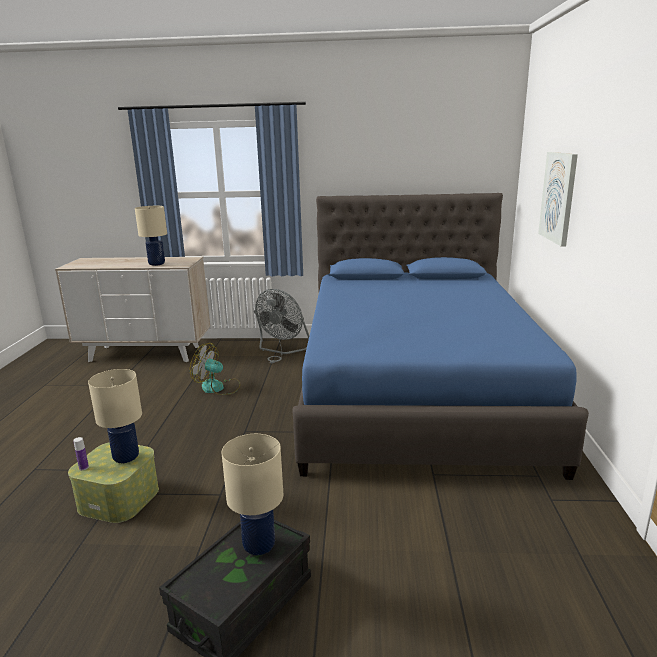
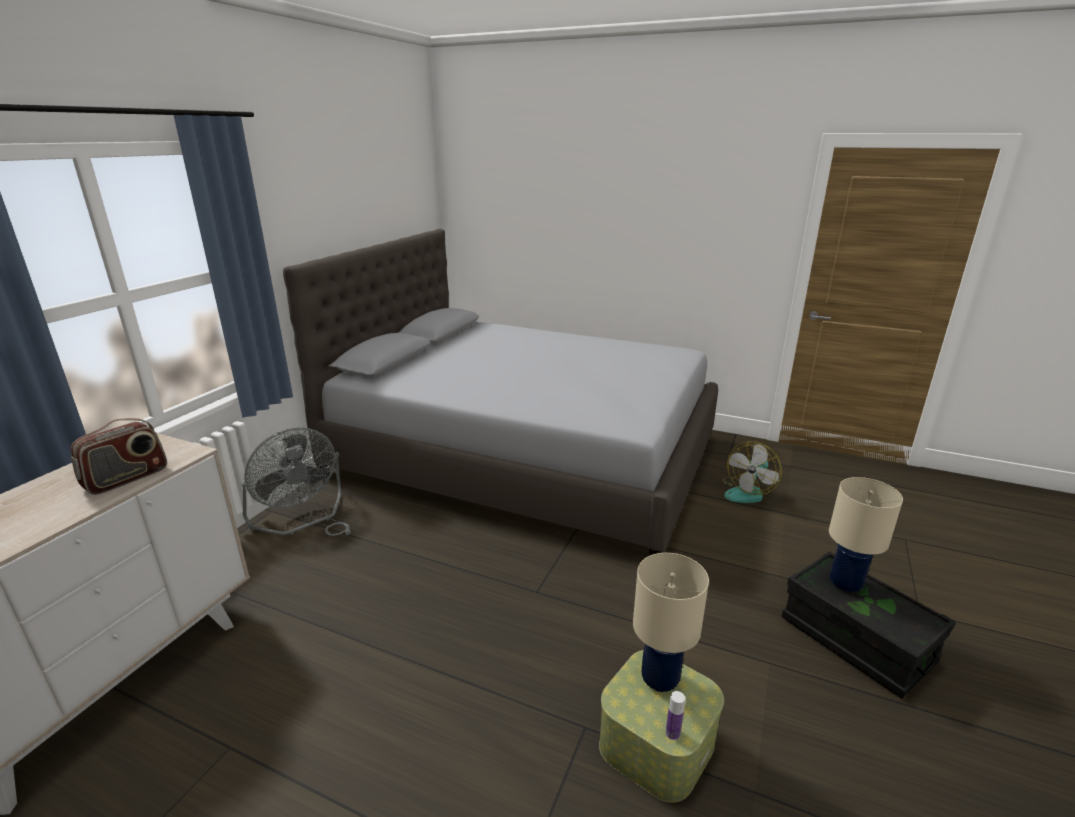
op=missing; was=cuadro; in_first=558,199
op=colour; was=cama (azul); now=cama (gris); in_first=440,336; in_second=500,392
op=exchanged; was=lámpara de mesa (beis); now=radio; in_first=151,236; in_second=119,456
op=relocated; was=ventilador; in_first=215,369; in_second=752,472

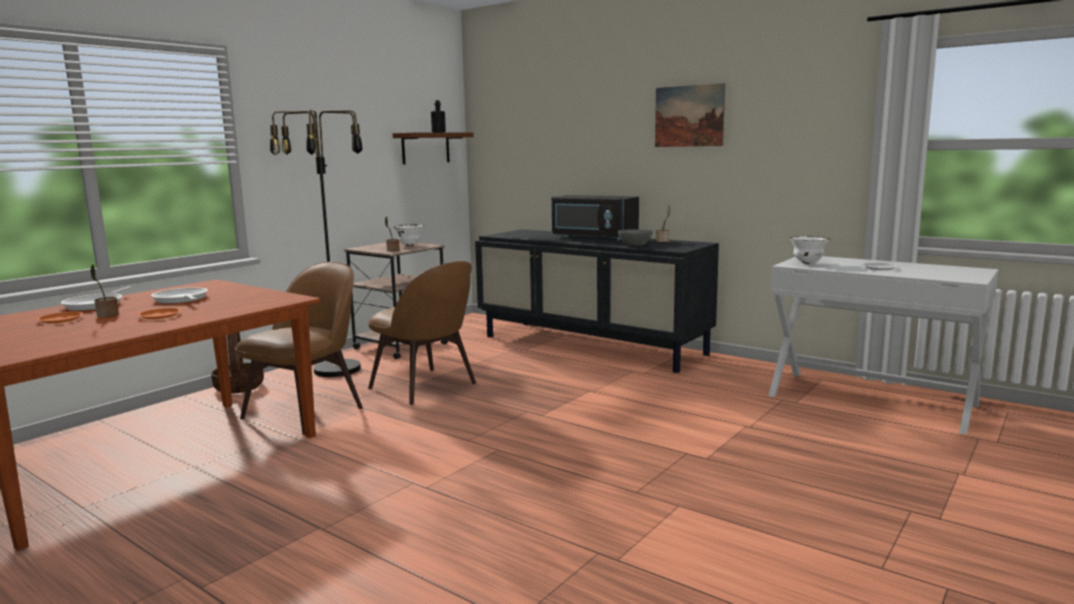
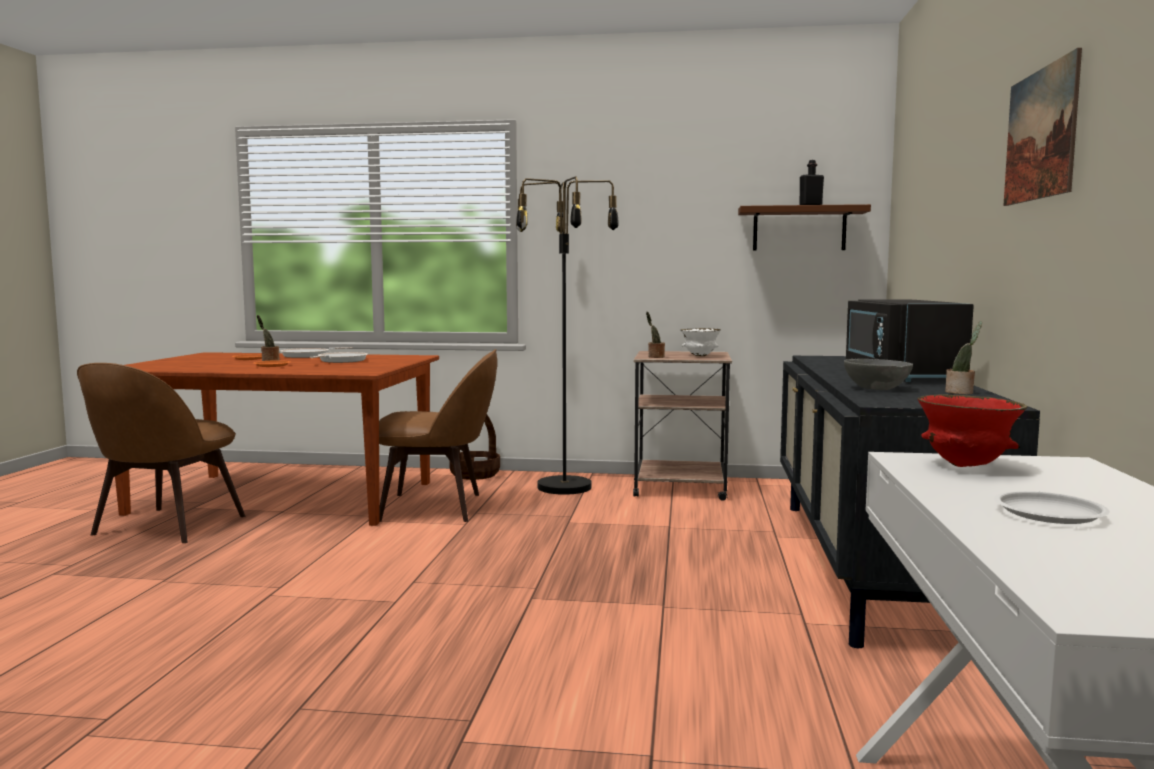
op=colour; was=cuenco (blanco); now=cuenco (rojo); in_first=810,250; in_second=972,430
op=relocated; was=silla (marrón); in_first=422,333; in_second=161,453

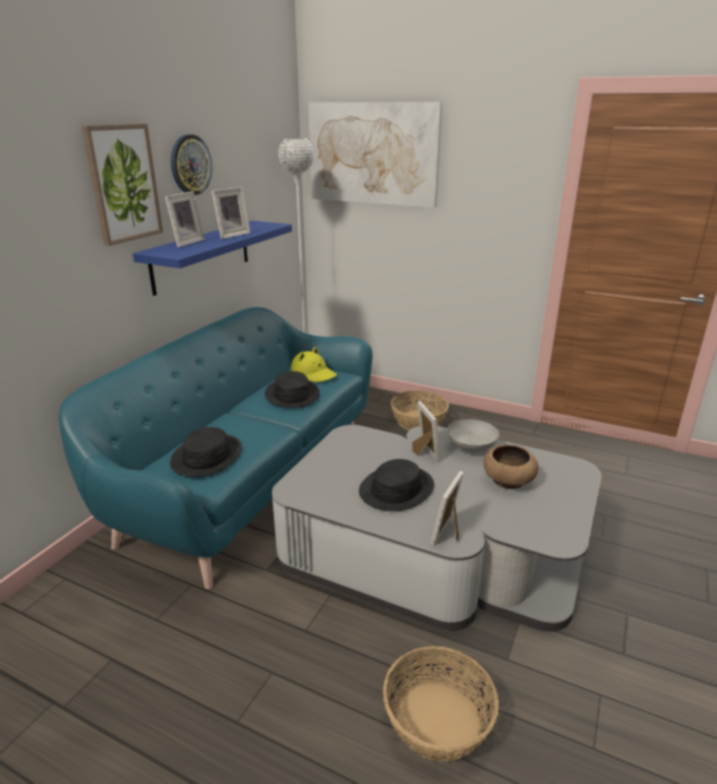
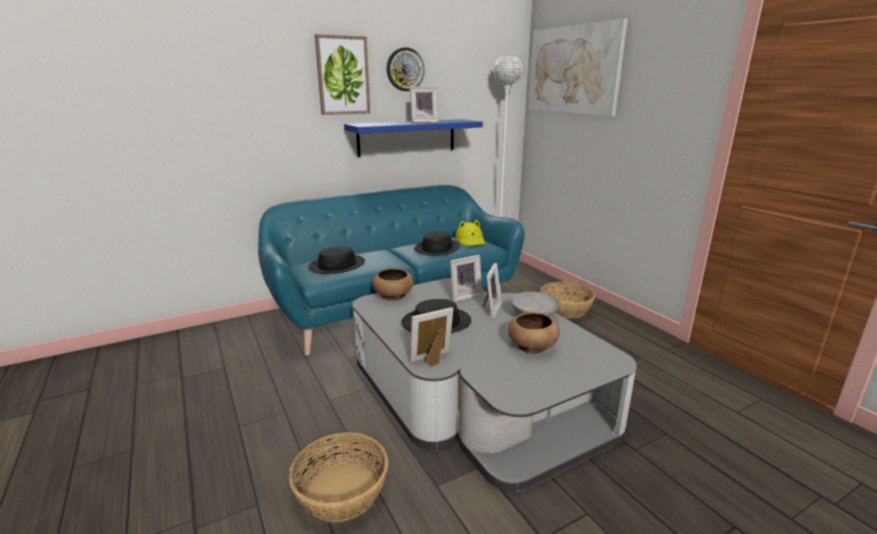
op=relocated; was=portarretratos; in_first=185,219; in_second=466,278
op=appeared; now=cuenco (marrón); in_second=393,284

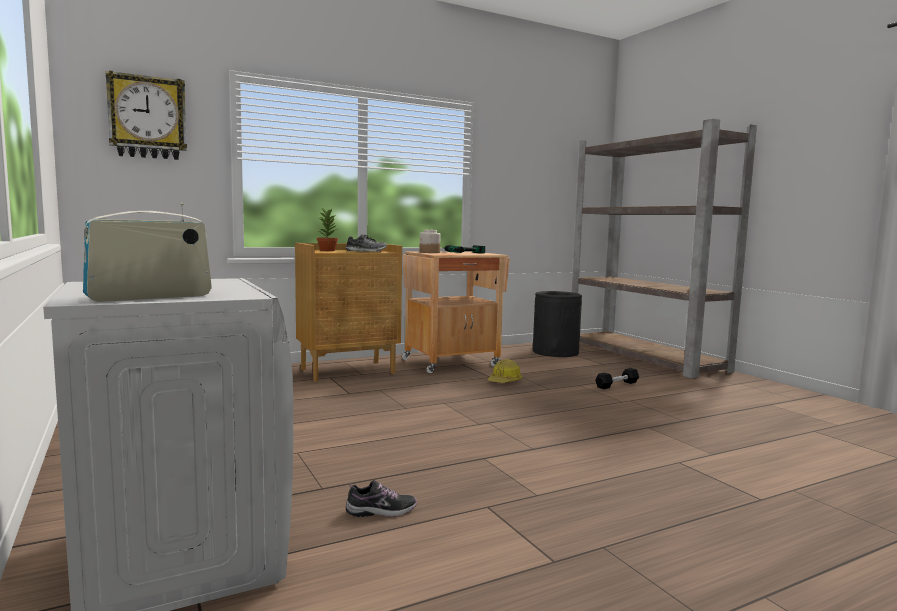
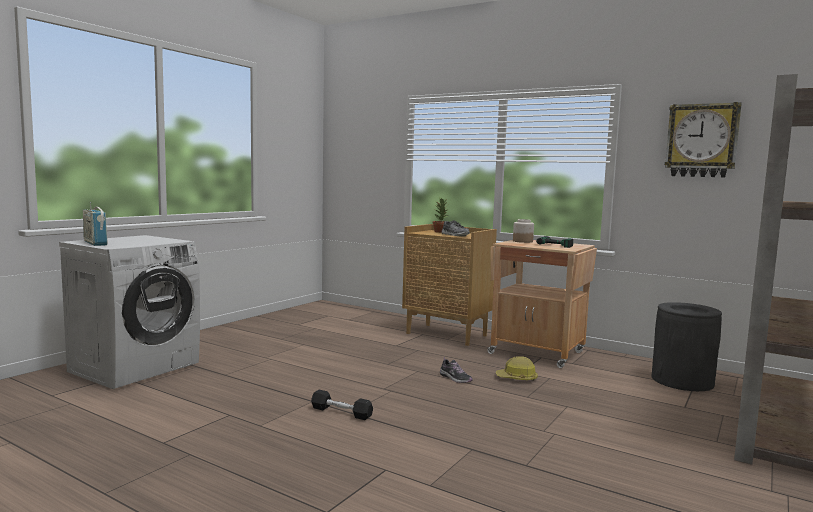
op=relocated; was=reloj de pared; in_first=146,115; in_second=703,140
op=spun; was=radio; in_first=147,252; in_second=95,224; clockwise=-150
op=relocated; was=mancuerna (negro); in_first=617,378; in_second=342,405
op=relocated; was=zapato; in_first=381,498; in_second=456,370

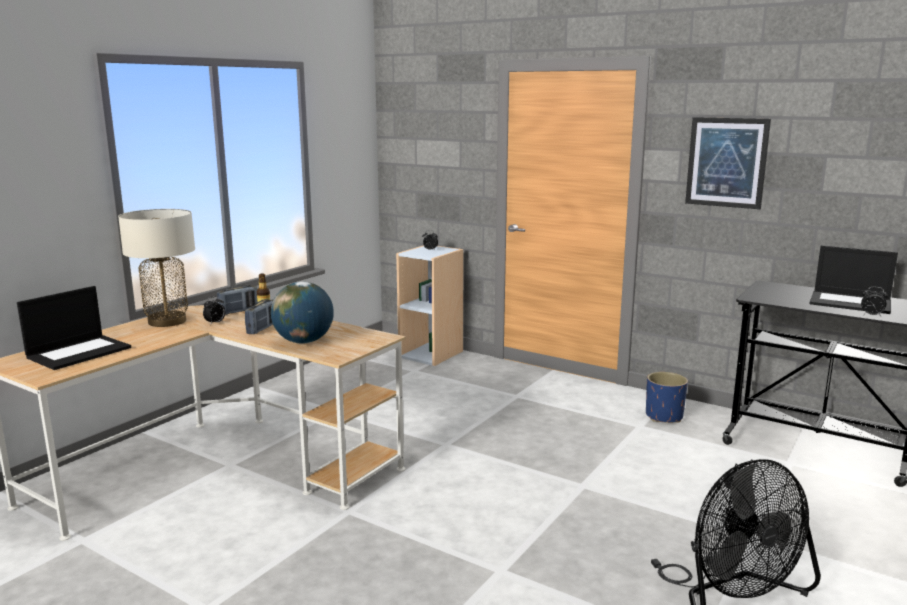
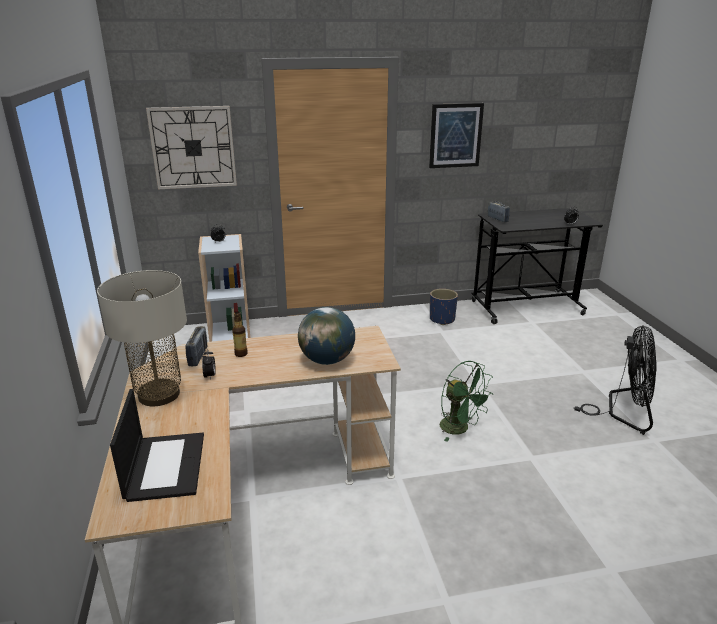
op=missing; was=portátil; in_first=854,279
op=relocated; was=radio; in_first=259,316; in_second=499,211
op=appeared; now=reloj de pared; in_second=191,147
op=appeared; now=ventilador (verde); in_second=466,401

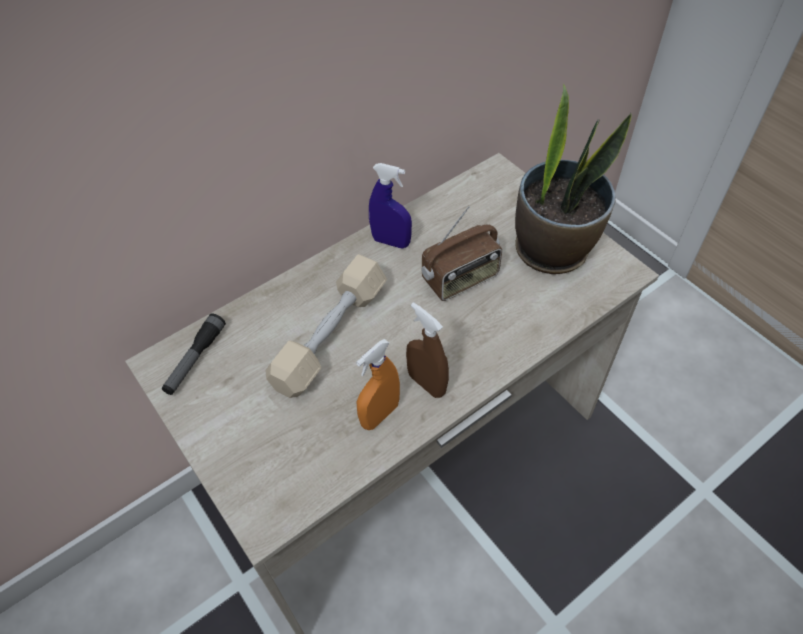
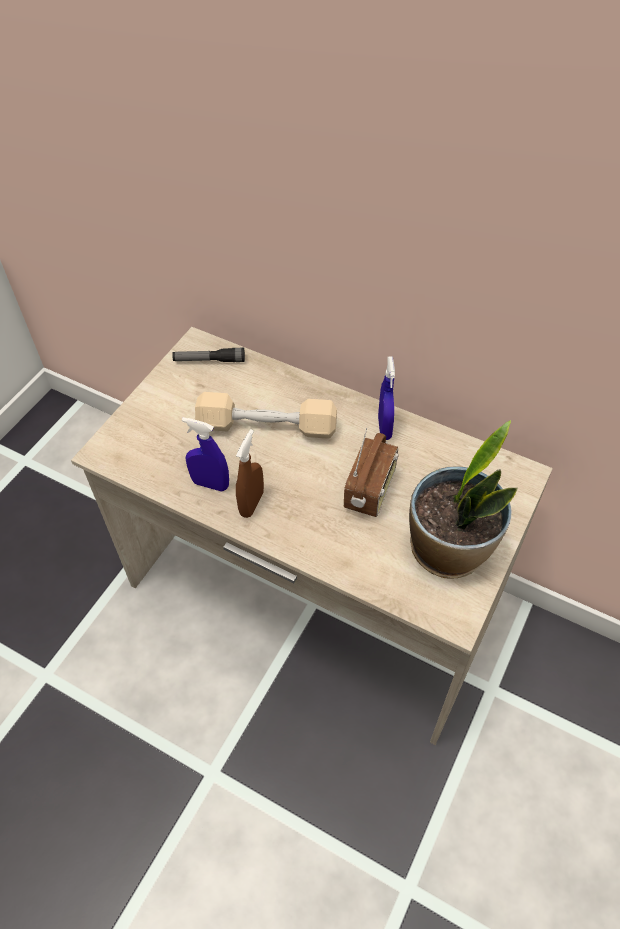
op=spun; was=radio; in_first=461,253; in_second=371,472; clockwise=-105
op=colour; was=pulverizador (naranja); now=pulverizador (azul); in_first=378,384; in_second=205,454

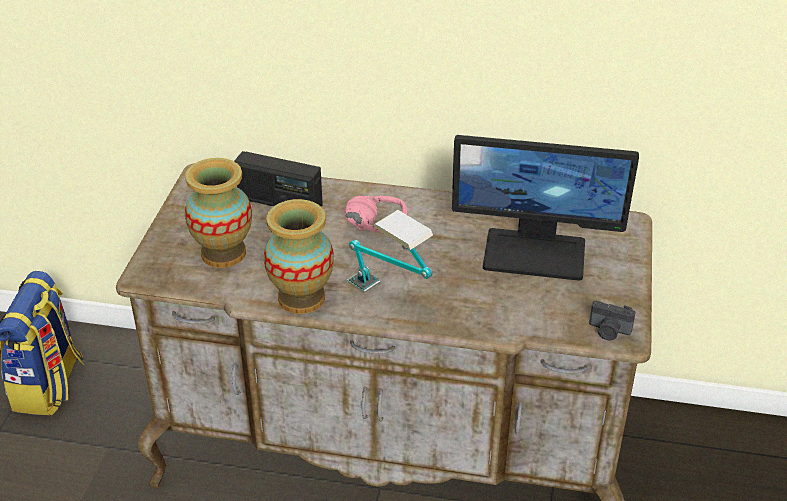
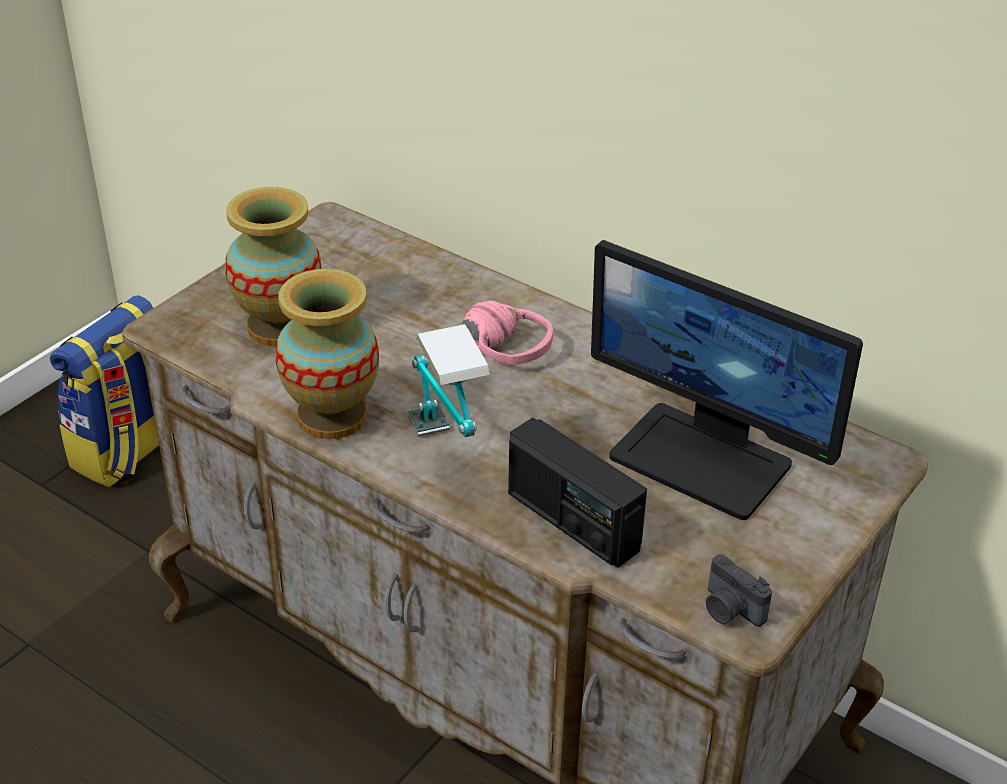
op=relocated; was=radio; in_first=278,179; in_second=577,493

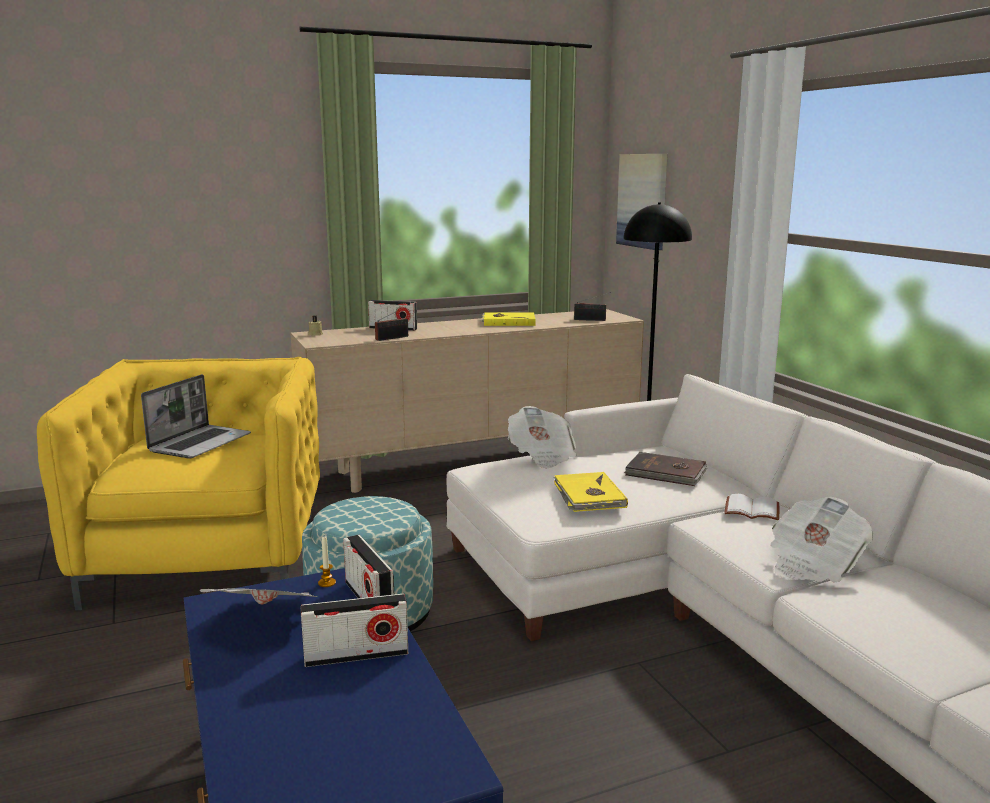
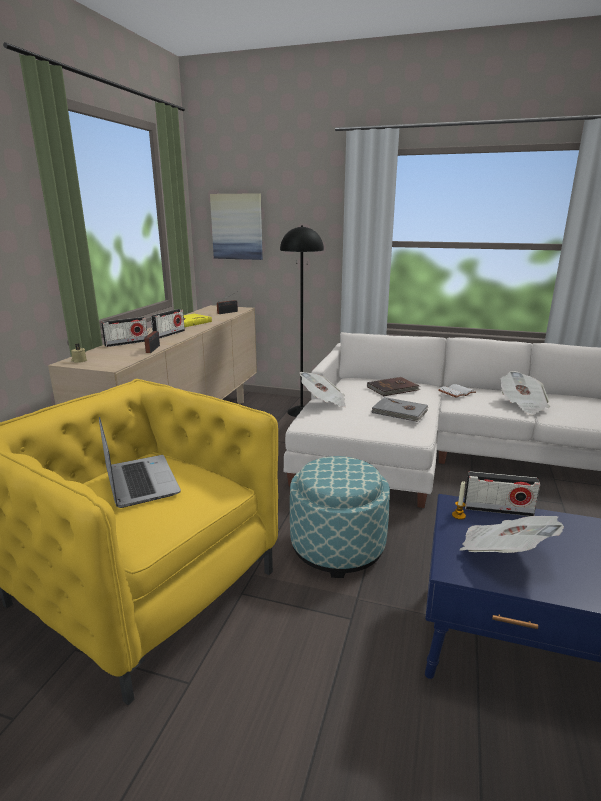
op=colour; was=libro (amarillo); now=libro (gris); in_first=591,492; in_second=399,409
op=relocated; was=radio; in_first=354,630; in_second=168,324

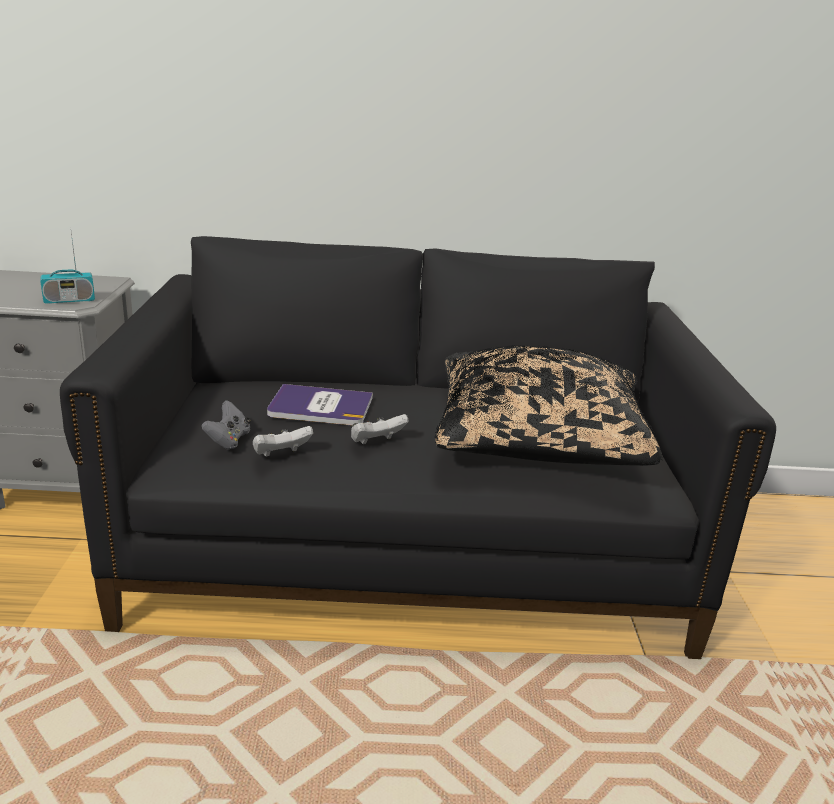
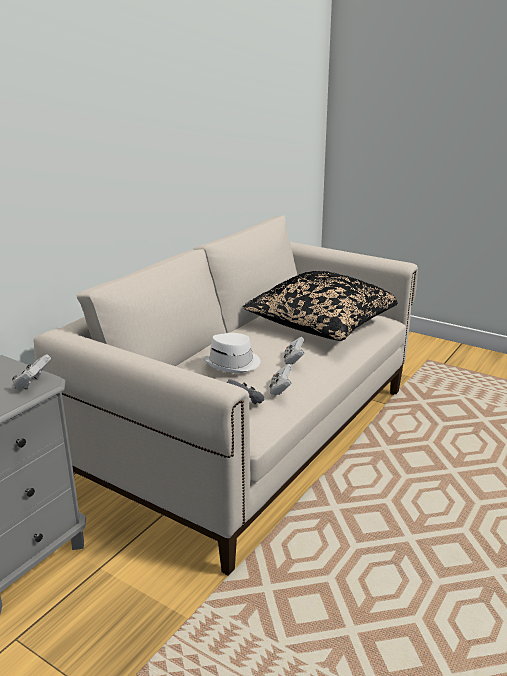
op=exchanged; was=radio; now=mando de consola (blanco); in_first=67,268; in_second=31,372
op=colour; was=sofá (negro); now=sofá (beis); in_first=418,447; in_second=225,395
op=exchanged; was=libro; now=sombrero (blanco); in_first=320,405; in_second=231,353

